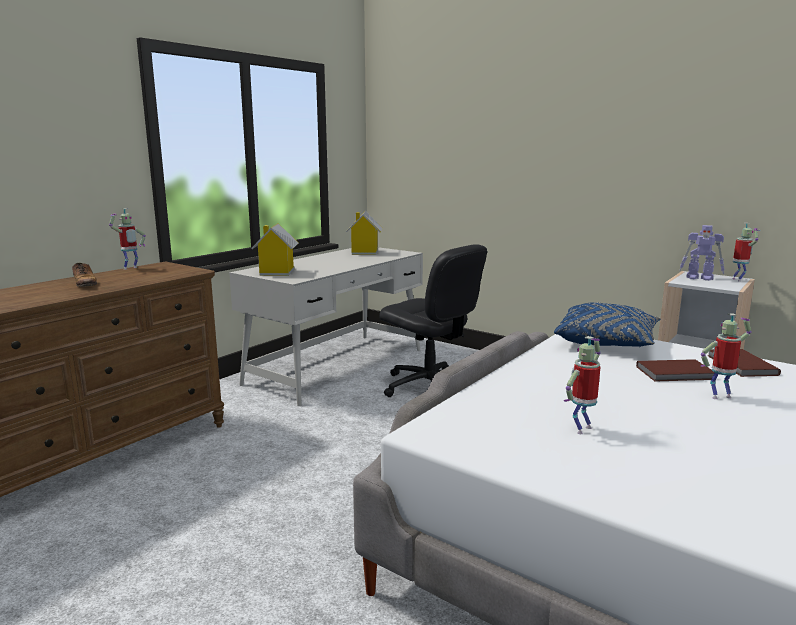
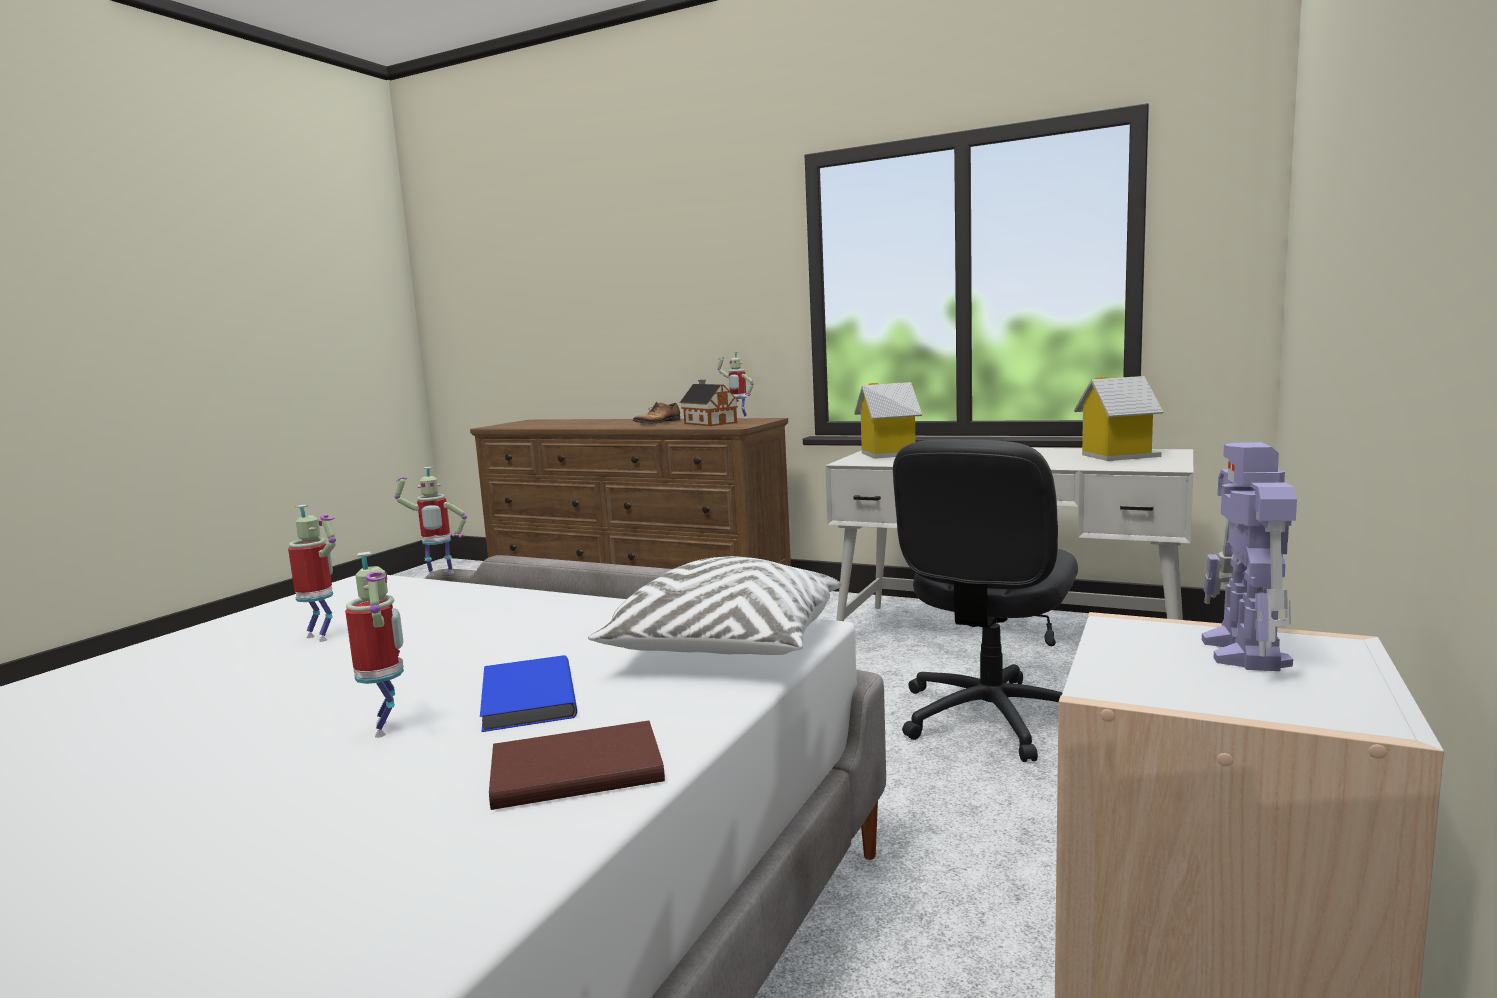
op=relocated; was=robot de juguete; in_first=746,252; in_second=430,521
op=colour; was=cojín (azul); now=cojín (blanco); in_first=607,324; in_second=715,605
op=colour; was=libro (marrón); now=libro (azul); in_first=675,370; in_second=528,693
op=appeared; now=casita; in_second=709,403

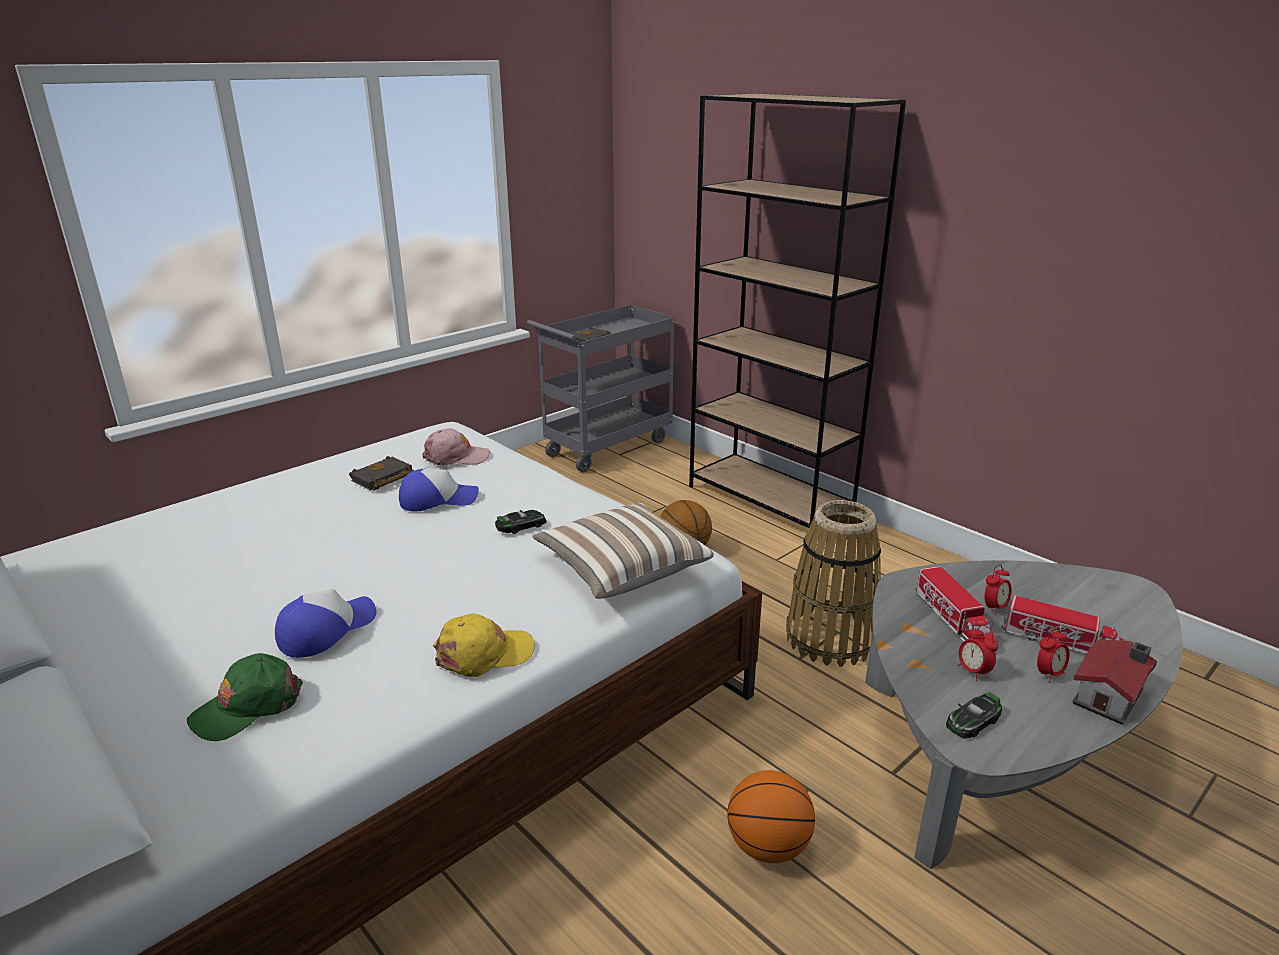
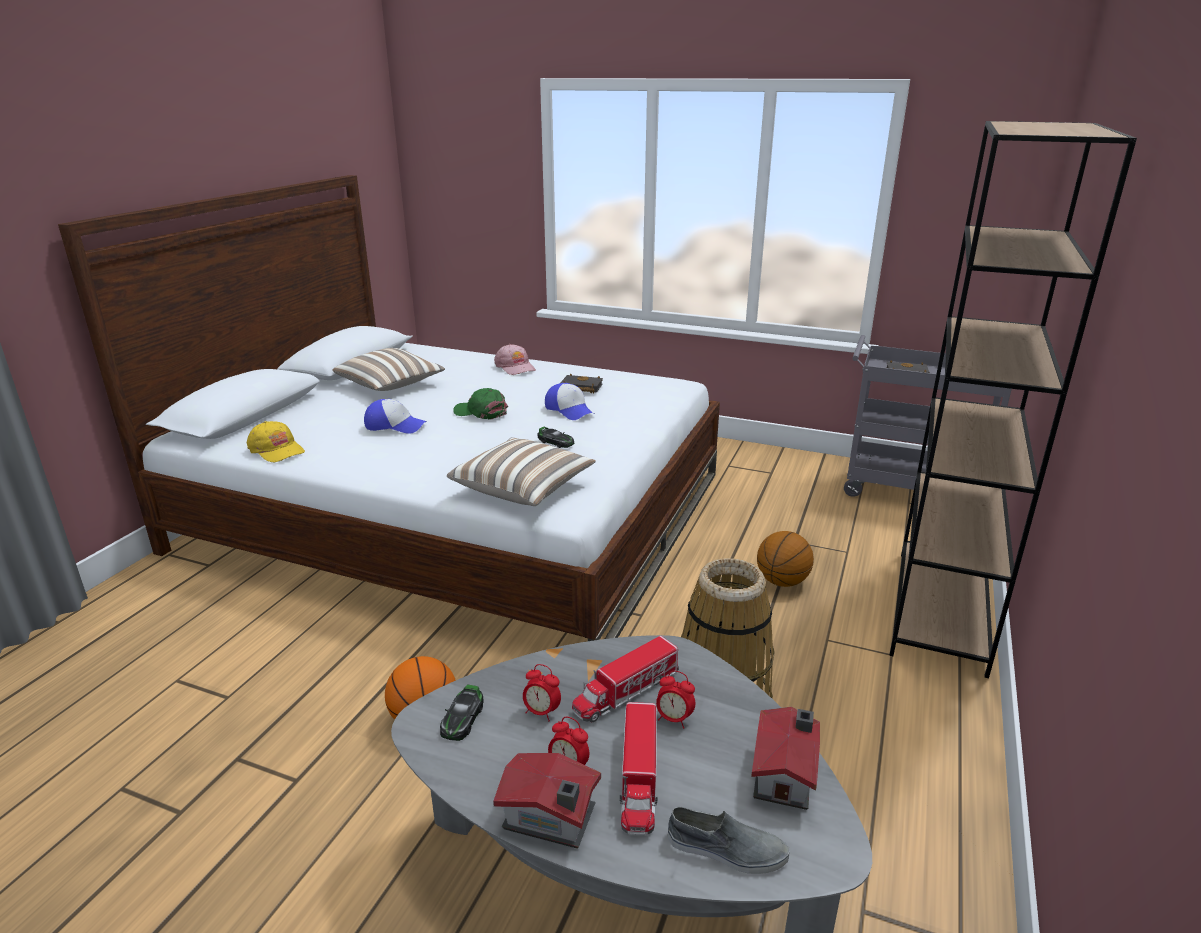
op=relocated; was=gorra (rosa); in_first=456,447; in_second=515,359
op=relocated; was=gorra (amarillo); in_first=484,645; in_second=276,441
op=spun; was=despertador; in_first=977,653; in_second=542,692; clockwise=-105
op=relocated; was=gorra (verde); in_first=245,697; in_second=480,404
op=spun; was=coche de juguete; in_first=974,715; in_second=462,712; clockwise=-105
op=appeared; now=cojín; in_second=388,369
op=appeared; now=casita; in_second=785,758
op=appeared; now=zapato (gris); in_second=729,840

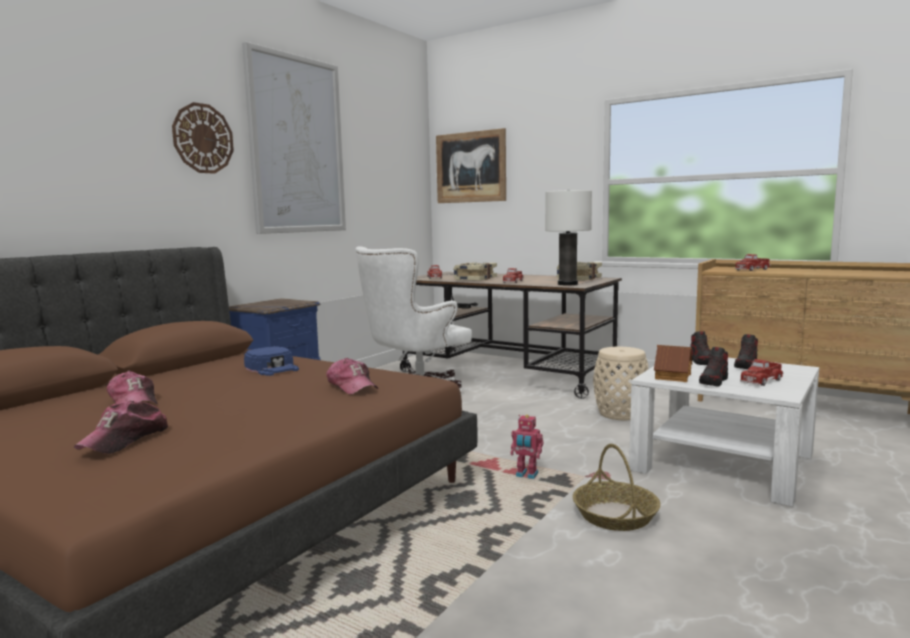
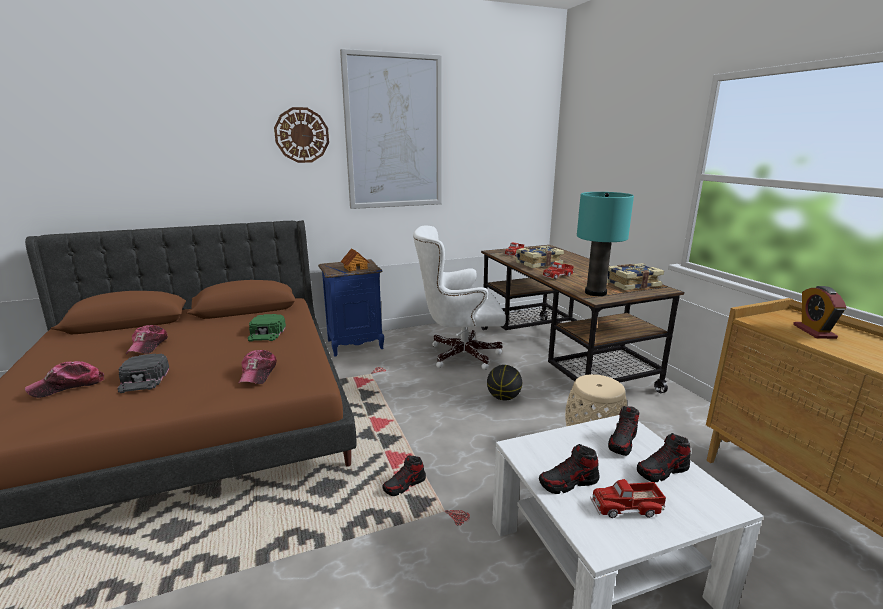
op=missing; was=cuadro; in_first=471,165
op=colour; was=lámpara de mesa (blanco); now=lámpara de mesa (turquesa); in_first=568,237; in_second=605,244
op=exchanged; was=camión de juguete; now=despertador; in_first=752,262; in_second=820,312
op=relocated; was=casita; in_first=673,363; in_second=355,259
op=colour; was=gorra (azul); now=gorra (verde); in_first=271,361; in_second=267,328
op=exchanged; was=robot de juguete; now=zapato; in_first=526,446; in_second=404,475
op=missing; was=cesta; in_first=617,487
op=appeared; now=gorra (negro); in_second=143,373
op=appeared; now=balón de baloncesto; in_second=504,383

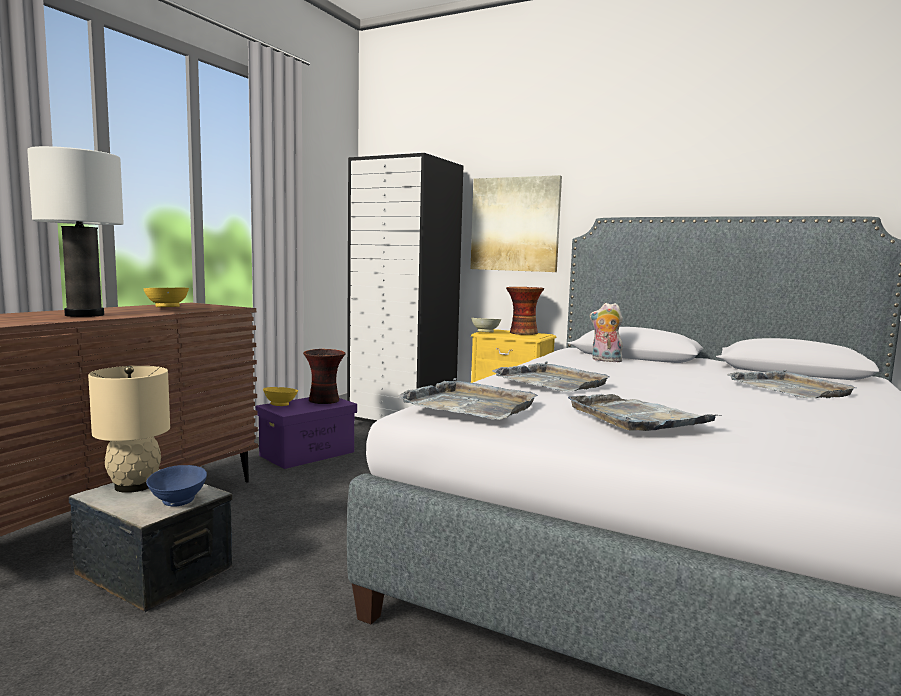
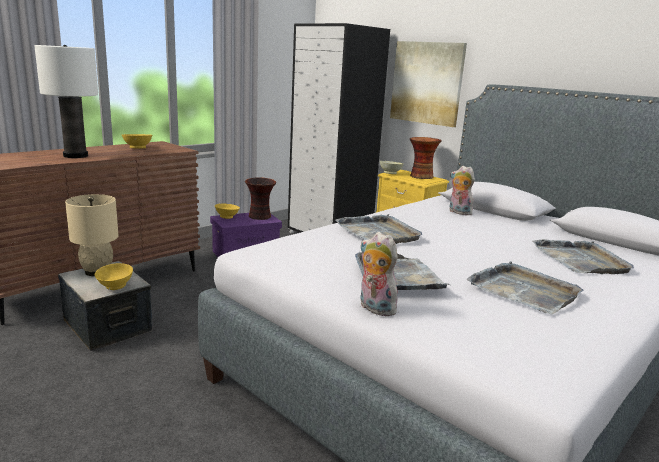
op=relocated; was=bandeja (gris); in_first=468,399; in_second=525,287
op=colour; was=cuenco (azul); now=cuenco (amarillo); in_first=176,486; in_second=114,276
op=appeared; now=peluche; in_second=379,274

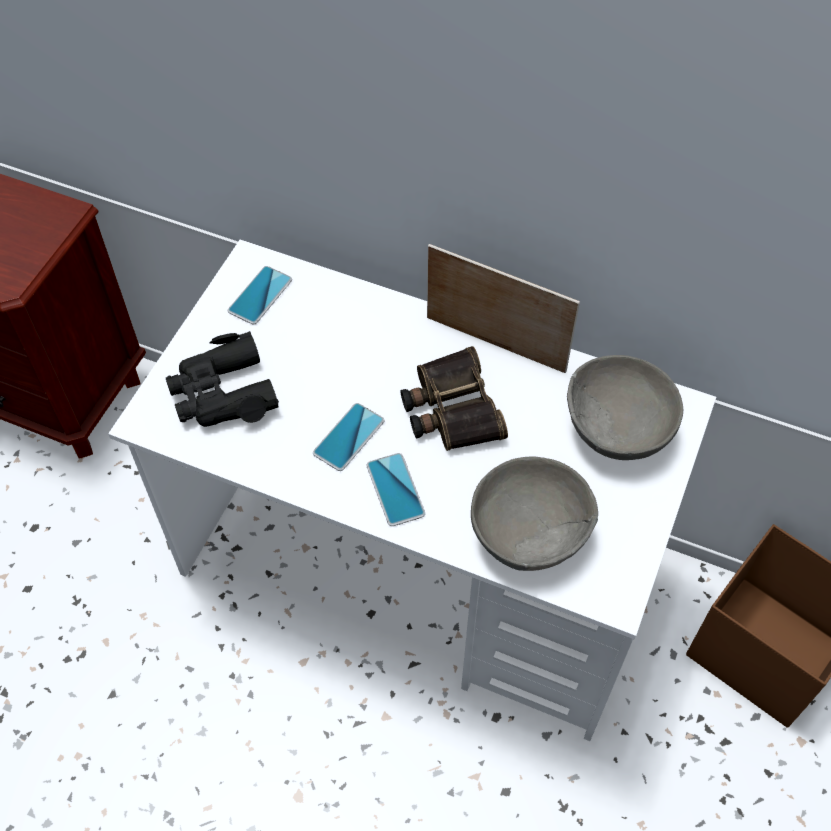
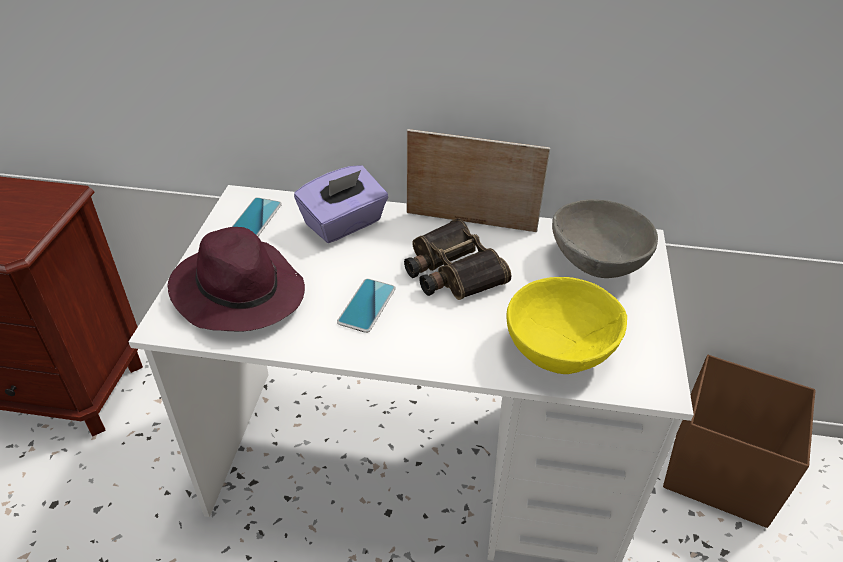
op=exchanged; was=prismáticos (negro); now=sombrero (morado); in_first=222,379; in_second=236,279
op=missing; was=móvil; in_first=395,489
op=colour; was=cuenco (gris); now=cuenco (amarillo); in_first=534,514; in_second=567,325
op=appeared; now=caja de pañuelos (morado); in_second=341,204

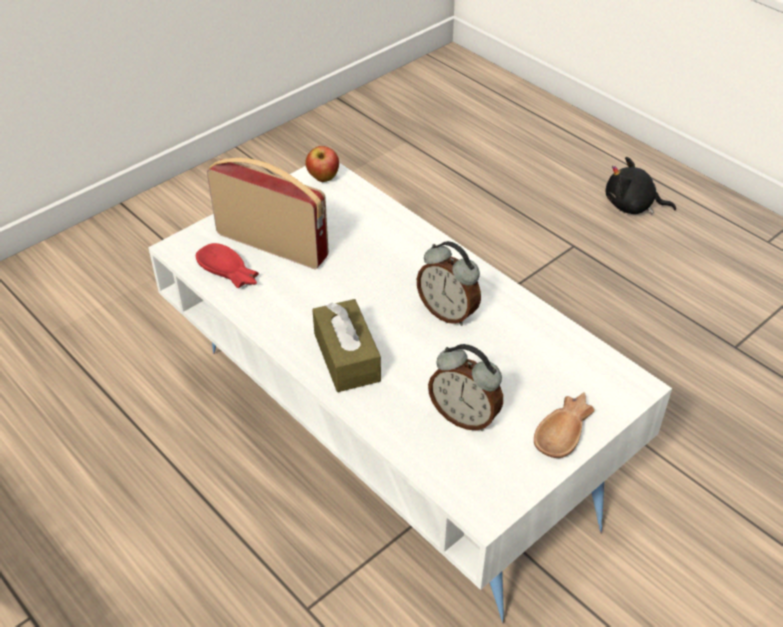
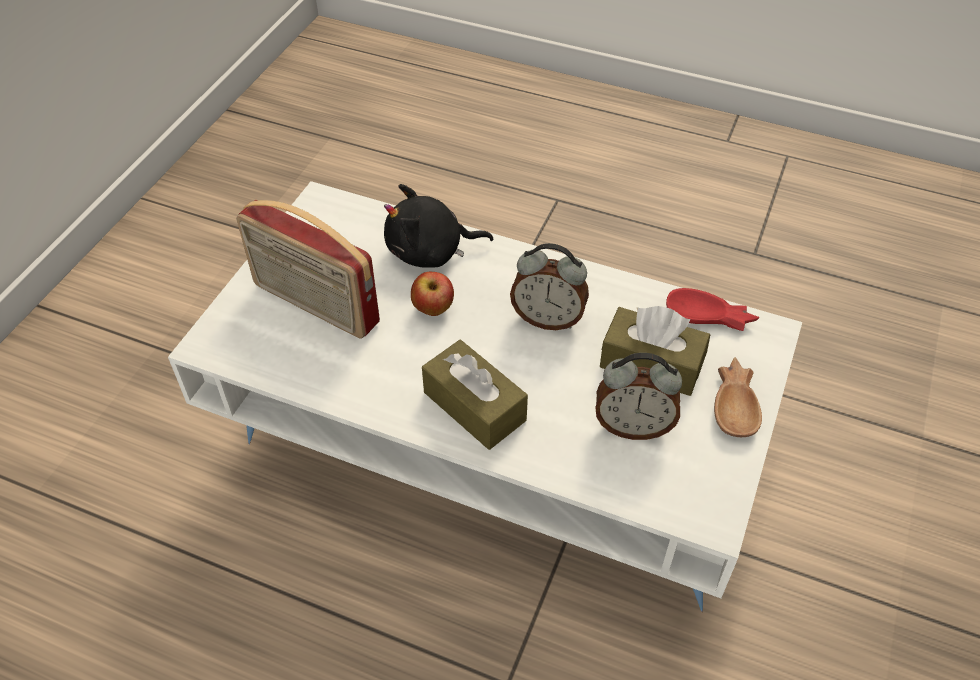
op=relocated; was=manzana; in_first=322,164; in_second=432,294
op=relocated; was=peluche (negro); in_first=640,185; in_second=438,226
op=spun; was=radio; in_first=268,213; in_second=308,269; clockwise=-150
op=relocated; was=cuenco (rojo); in_first=227,265; in_second=712,309
op=appeared; now=caja de pañuelos (marrón); in_second=655,351

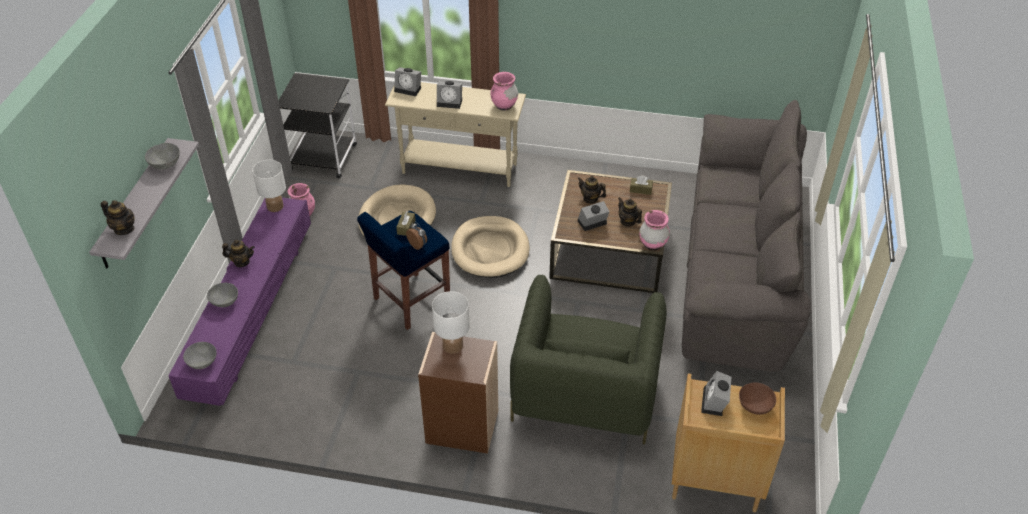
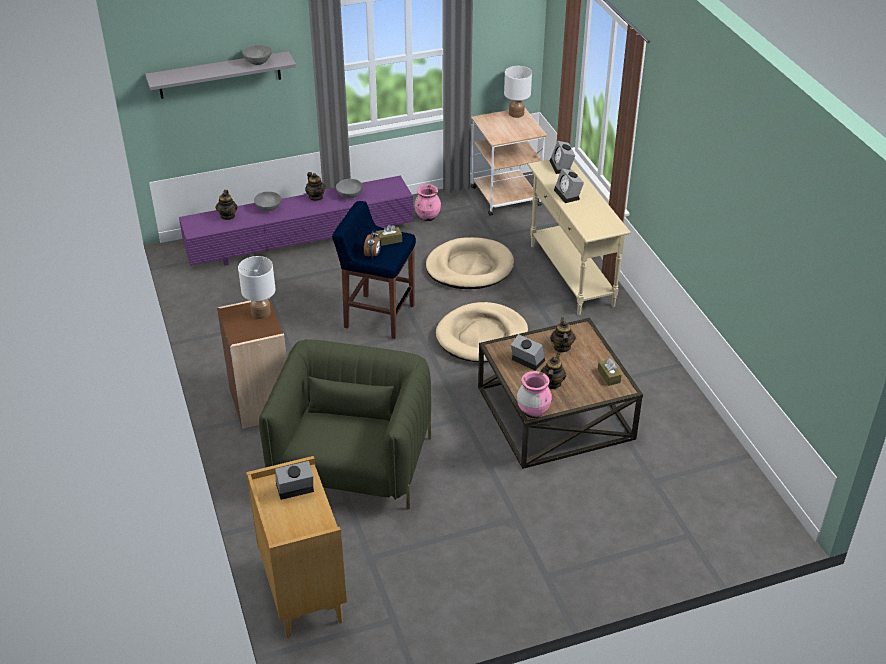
op=missing; was=florero (rosa); in_first=504,91
op=colour; was=carrito (negro); now=carrito (beis); in_first=317,125; in_second=509,162
op=missing; was=sofá (gris); in_first=746,236
op=relocated; was=lámpara de mesa (blanco); in_first=269,186; in_second=518,92
op=relocated; was=tetera; in_first=118,217; in_second=226,205
op=spun; was=sillón (verde); in_first=588,359; in_second=345,424; clockwise=120
op=relocated; was=cuenco (gris); in_first=200,355; in_second=349,188
op=missing; was=cuenco (marrón); in_first=757,399

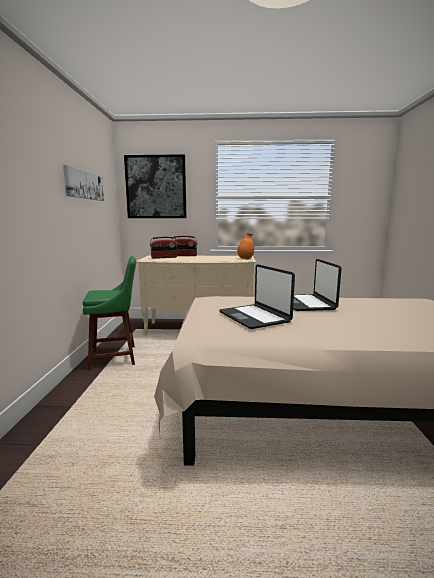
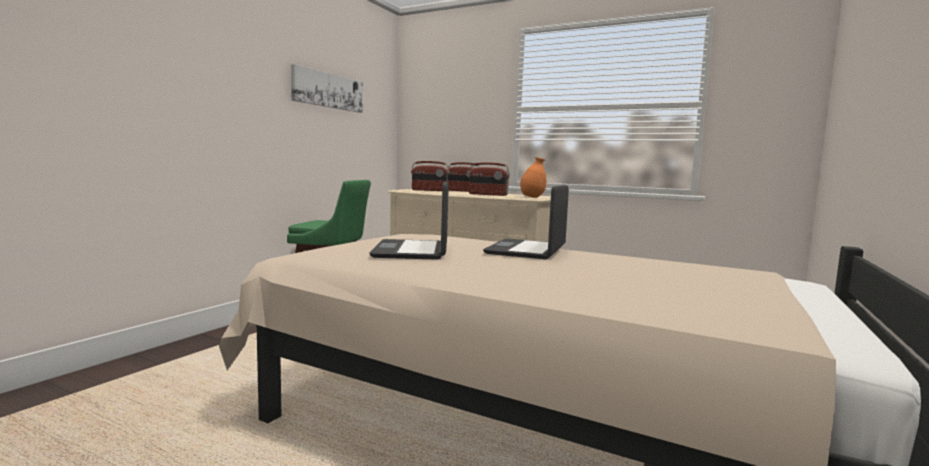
op=missing; was=cuadro; in_first=155,186
op=appeared; now=radio; in_second=489,179

